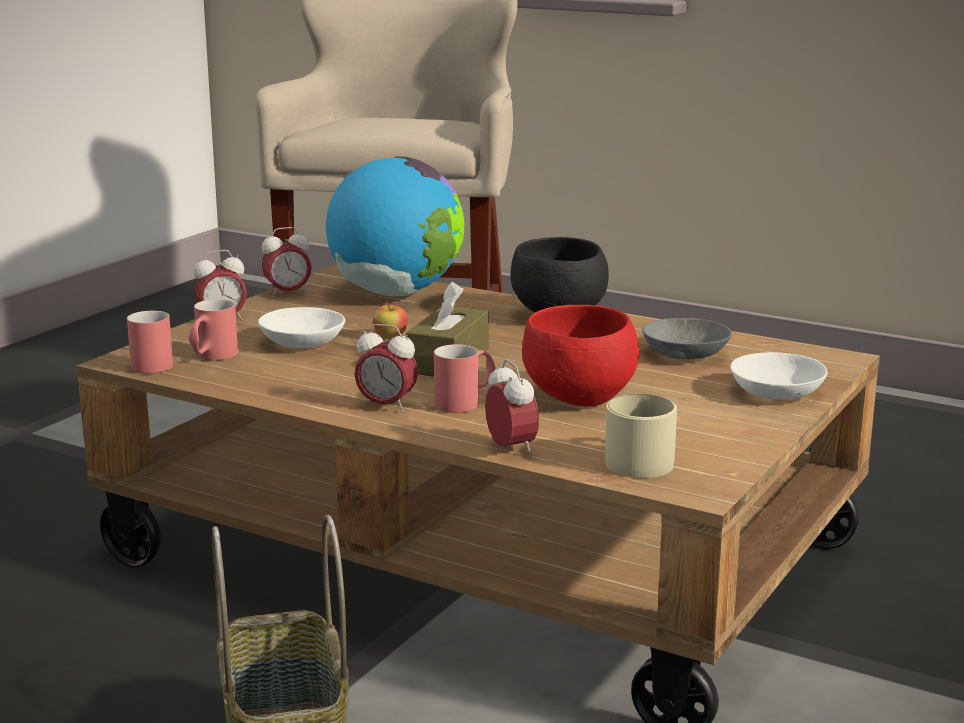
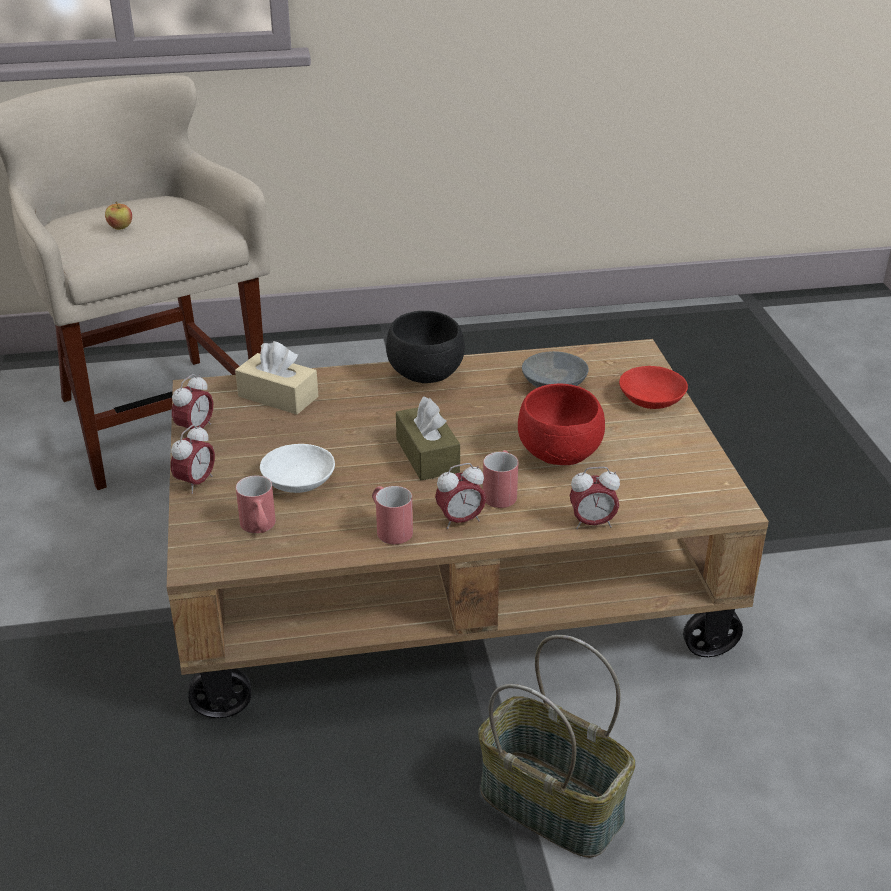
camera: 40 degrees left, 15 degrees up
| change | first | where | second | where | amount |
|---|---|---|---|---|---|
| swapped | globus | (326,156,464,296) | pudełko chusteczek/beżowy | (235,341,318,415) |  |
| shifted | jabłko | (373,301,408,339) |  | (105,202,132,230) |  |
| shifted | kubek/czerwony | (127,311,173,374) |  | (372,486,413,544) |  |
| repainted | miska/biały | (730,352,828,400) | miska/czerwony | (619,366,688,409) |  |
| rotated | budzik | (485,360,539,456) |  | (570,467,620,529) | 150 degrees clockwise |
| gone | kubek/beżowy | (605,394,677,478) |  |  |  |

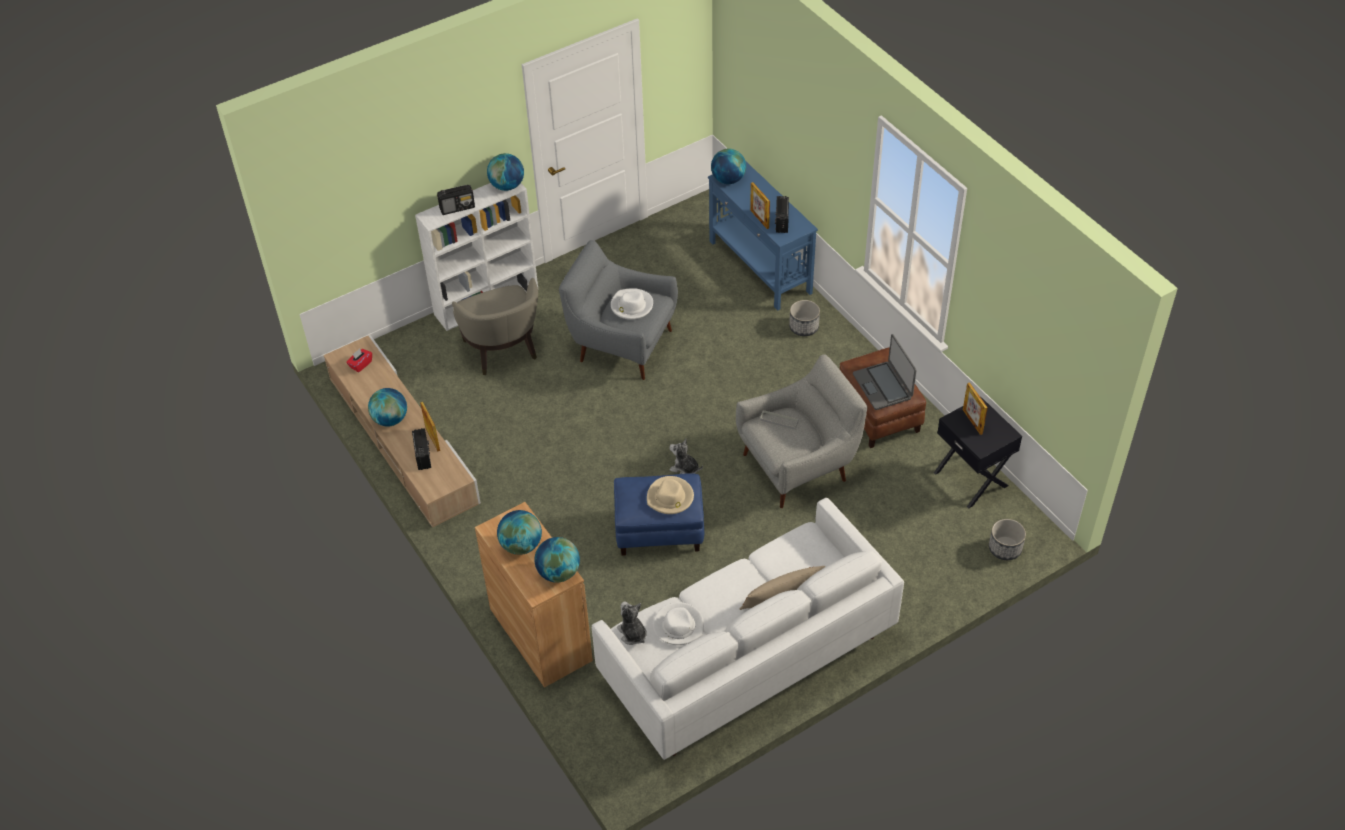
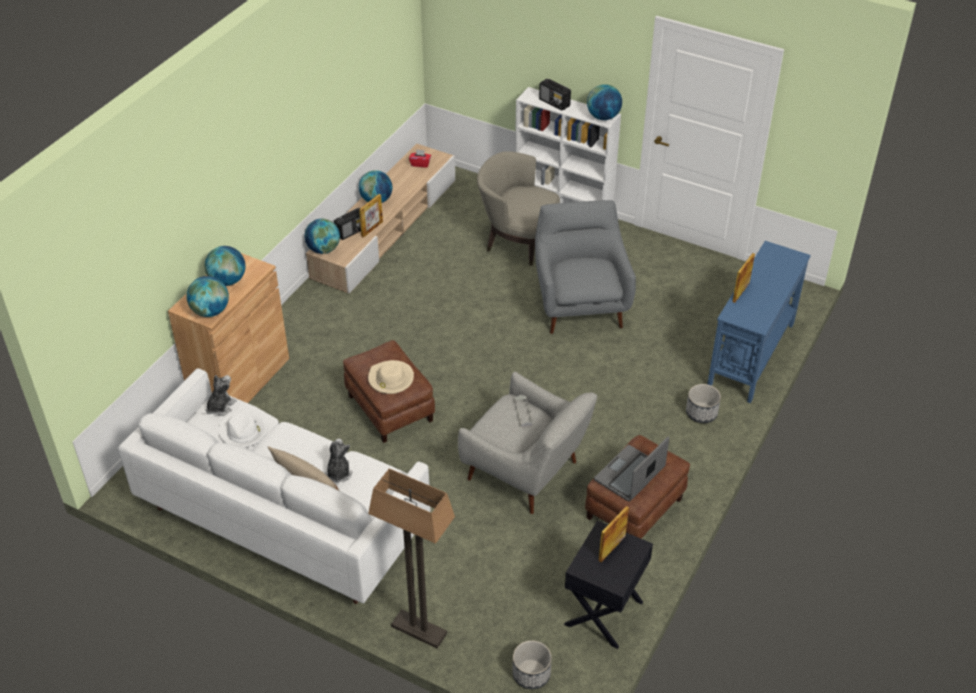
camera: 60 degrees right, 5 degrees down
| change | first | where | second | where | amount |
|---|---|---|---|---|---|
| shifted | globus | (711,149,746,184) |  | (305,219,340,254) |  |
| gone | radio | (775,196,789,233) |  |  |  |
| rotated | fotel/beżowy | (452,278,538,375) |  | (477,151,560,266) | 75 degrees clockwise |
| gone | kapelusz/biały | (611,288,653,320) |  |  |  |
| shifted | pluszak | (669,439,703,474) |  | (325,438,352,483) |  |
| repainted | pufa/niebieski | (614,473,704,556) | pufa/brązowy | (343,340,435,443) |  |
| new |  |  | lampa stojąca | (368,468,455,648) |  |

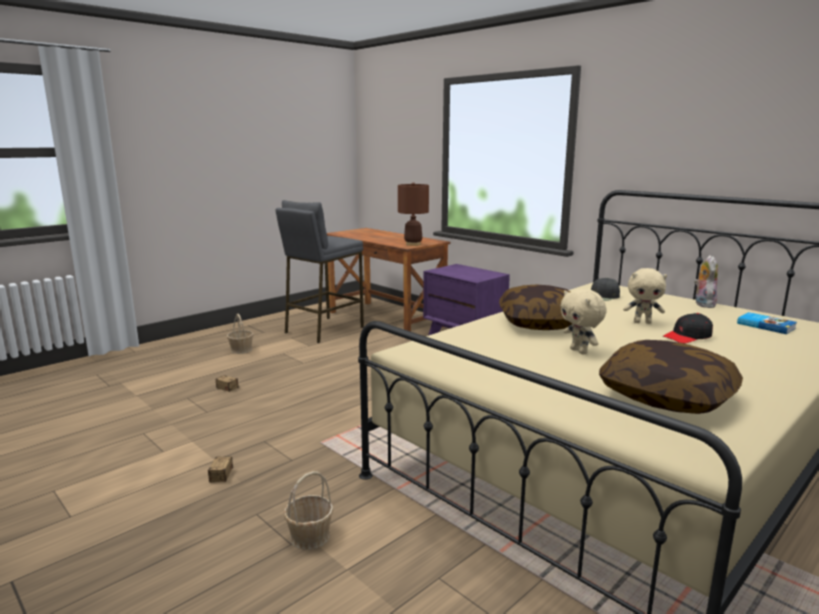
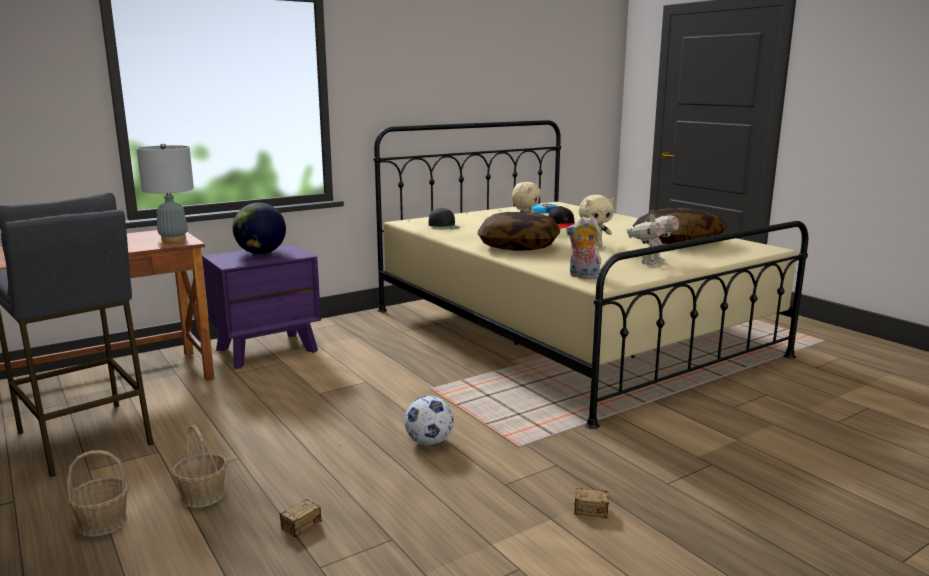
camera: 80 degrees left, 0 degrees up
| change | first | where | second | where | amount |
|---|---|---|---|---|---|
| repainted | lampa stołowa/brązowy | (398,182,429,246) | lampa stołowa/szary | (137,143,194,242) |  |
| shifted | pluszak | (694,255,718,308) |  | (566,217,601,279) |  |
| shifted | koszyk | (284,471,334,550) |  | (172,425,227,508) |  |
| new |  |  | globus | (233,203,286,254) |  |
| new |  |  | robot zabawkowy | (627,210,679,266) |  |
| new |  |  | piłka futbolowa | (404,396,454,446) |  |

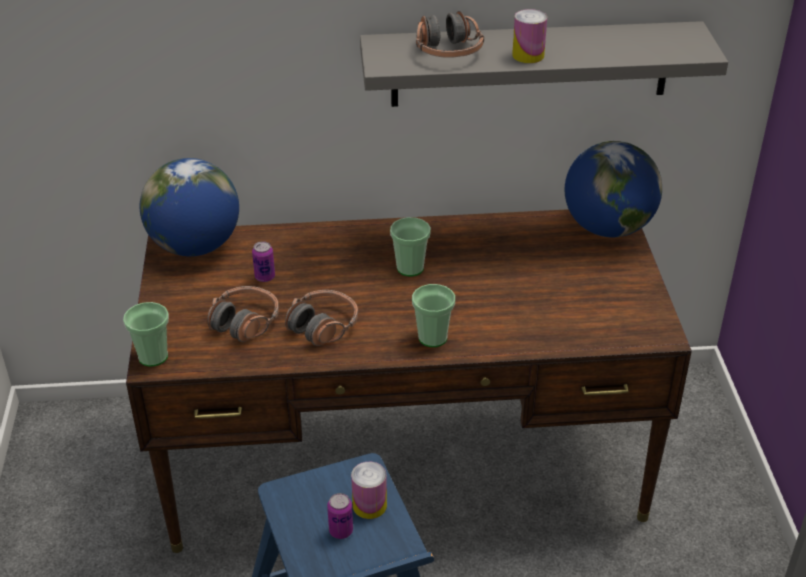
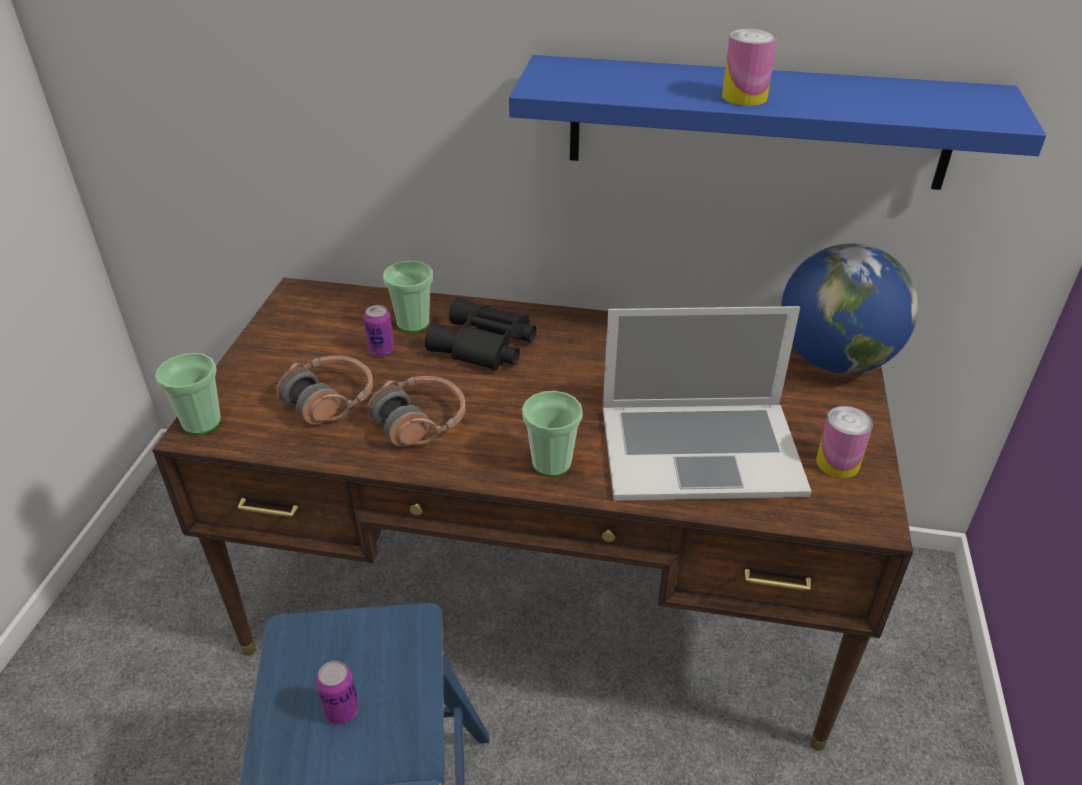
camera: 15 degrees right, 0 degrees up
| change | first | where | second | where | amount |
|---|---|---|---|---|---|
| gone | słuchawki | (416,11,484,58) |  |  |  |
| repainted | półka/szary | (360,21,728,107) | półka/niebieski | (509,55,1046,190) |  |
| gone | globus | (140,158,239,256) |  |  |  |
| shifted | filiżanka | (390,217,431,277) |  | (383,261,433,333) |  |
| shifted | puszka | (351,462,387,519) |  | (816,406,873,478) |  |
| new |  |  | lornetka/czarny | (425,297,536,371) |  |
| new |  |  | laptop | (603,306,812,501) |  |

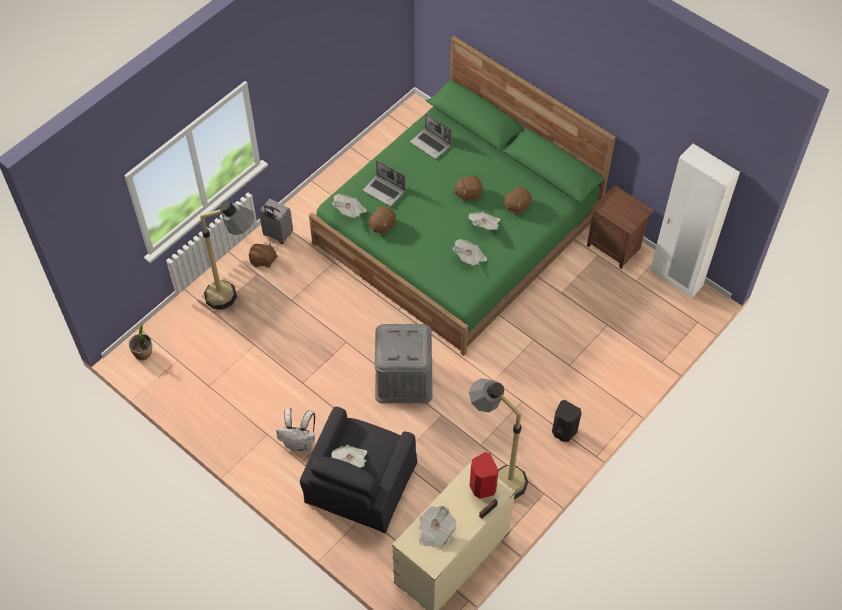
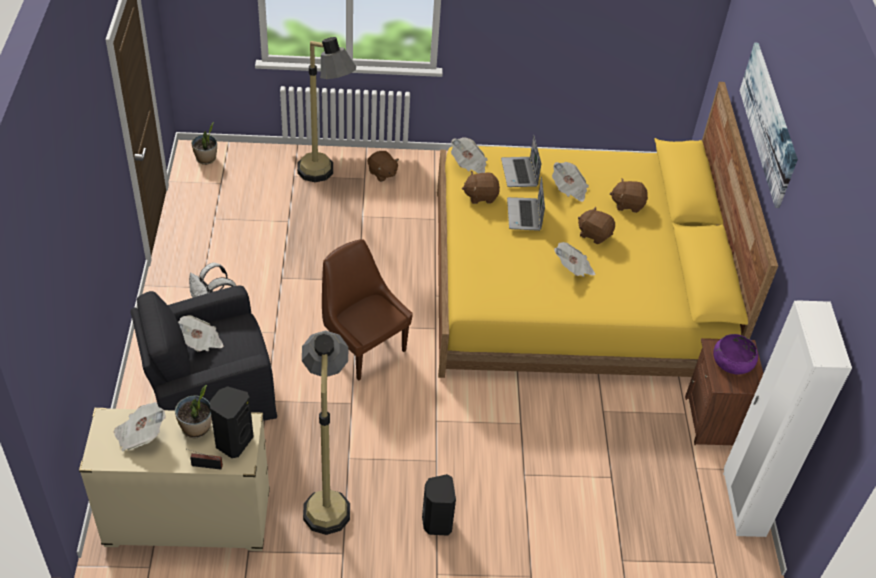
camera: 45 degrees right, 10 degrees down
| change | first | where | second | where | amount |
|---|---|---|---|---|---|
| repainted | łóżko/zielony | (309,36,616,356) | łóżko/żółty | (437,82,778,378) |  |
| shifted | laptop | (410,113,452,159) |  | (507,177,545,231) |  |
| shifted | pluszak/brązowy | (504,187,532,215) |  | (610,178,648,213) |  |
| gone | walizka/szary | (259,199,293,244) |  |  |  |
| shifted | gazeta | (453,239,487,266) |  | (552,162,589,202) |  |
| swapped | pojemnik do przechowywania/szary | (375,324,432,403) | krzesło/brązowy | (322,239,413,381) |  |
| repainted | głośnik/czerwony | (470,452,499,499) | głośnik/czarny | (210,386,254,458) |  |
| new |  |  | obraz | (740,43,798,208) |  |
| new |  |  | miska/fioletowy | (713,334,758,374) |  |
| new |  |  | roślina doniczkowa | (175,385,212,438) |  |

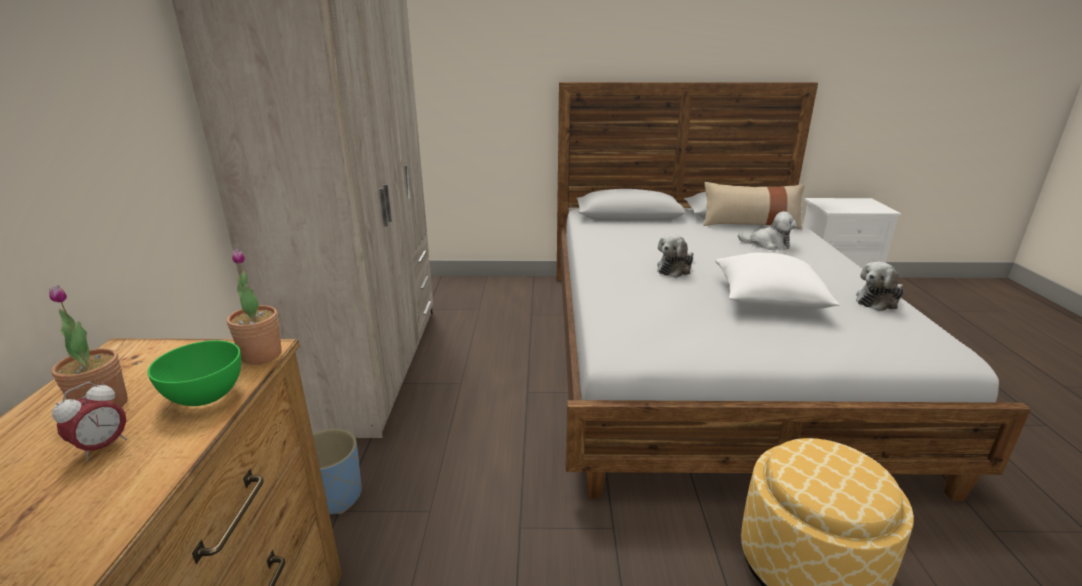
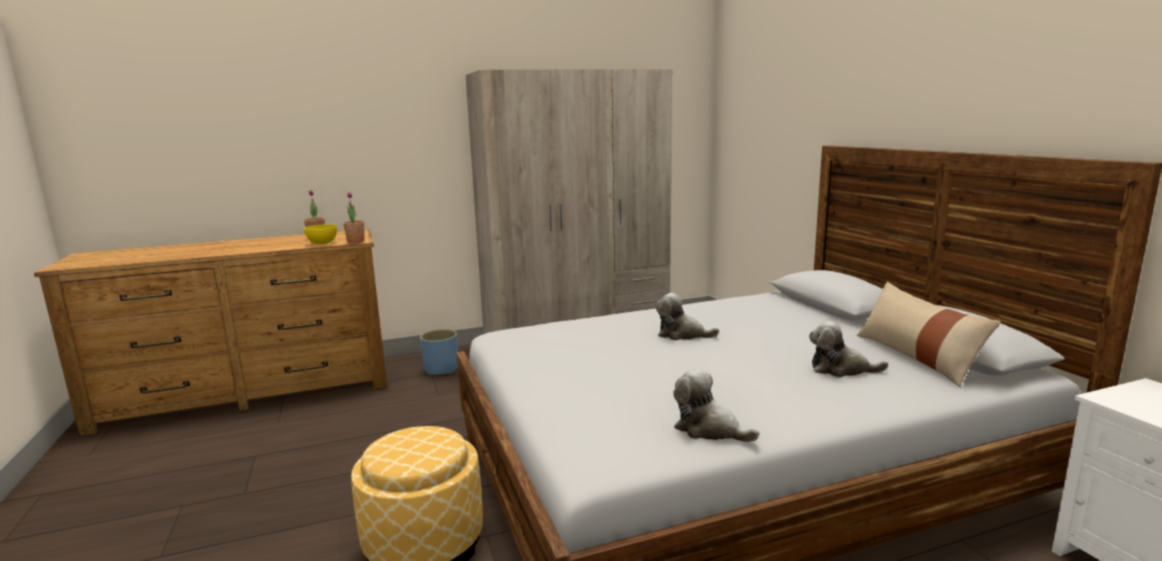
camera: 70 degrees right, 10 degrees down
| change | first | where | second | where | amount |
|---|---|---|---|---|---|
| rotated | pluszak | (738,211,797,250) |  | (809,321,888,377) | 105 degrees clockwise |
| gone | poduszka/biały | (715,253,840,309) |  |  |  |
| repainted | miska/zielony | (148,340,241,406) | miska/żółty | (304,224,337,245) |  |
| gone | budzik | (52,382,127,461) |  |  |  |

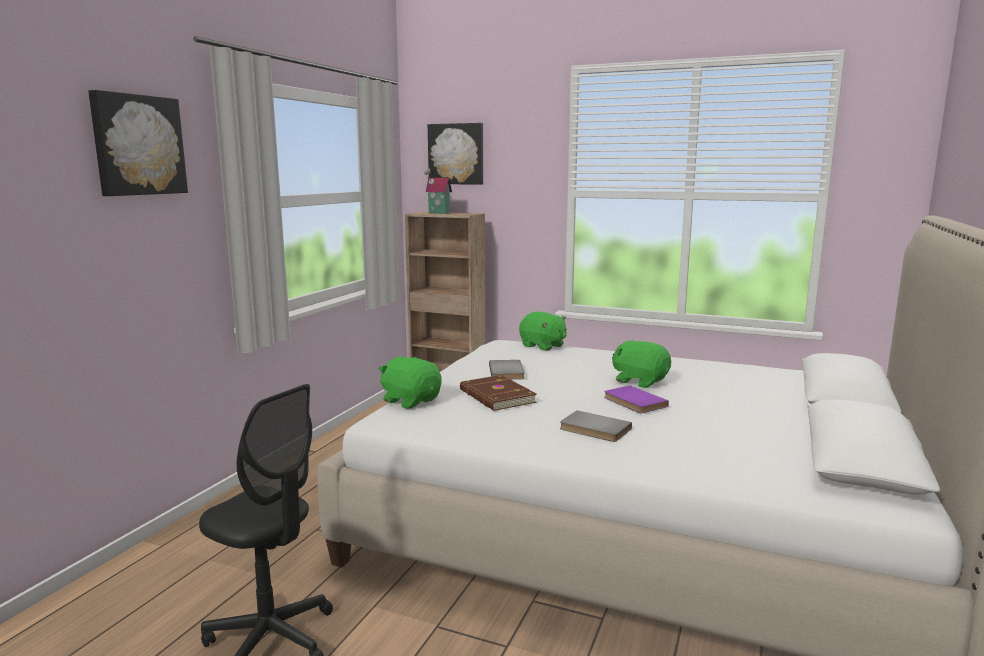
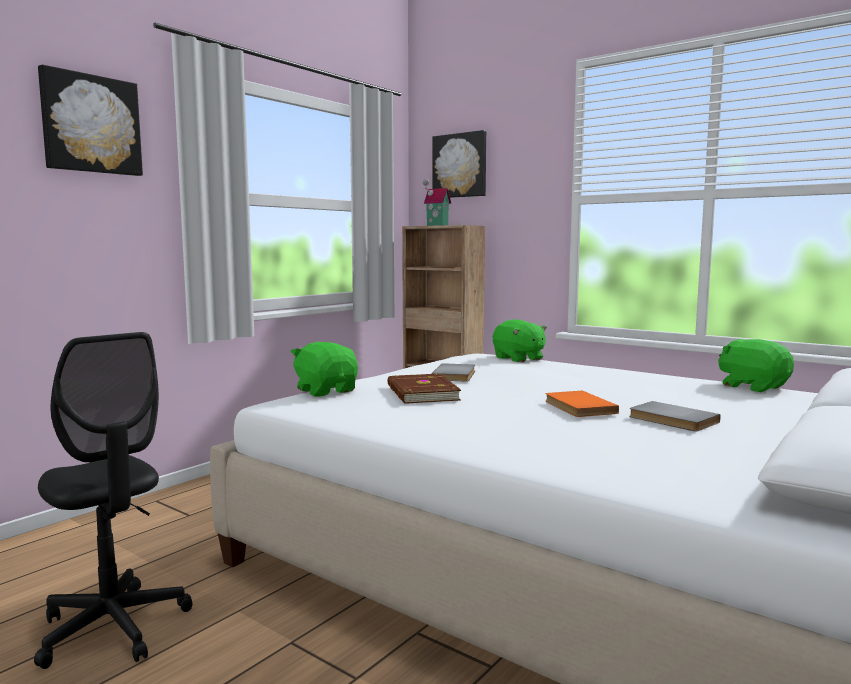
camera: 15 degrees right, 5 degrees down
| change | first | where | second | where | amount |
|---|---|---|---|---|---|
| shifted | pluszak/zielony | (612,340,671,388) |  | (718,339,794,392) |  |
| repainted | książka/fioletowy | (604,385,669,413) | książka/pomarańczowy | (546,391,619,417) |  |
| shifted | książka/szary | (560,410,632,442) |  | (629,401,720,431) |  |

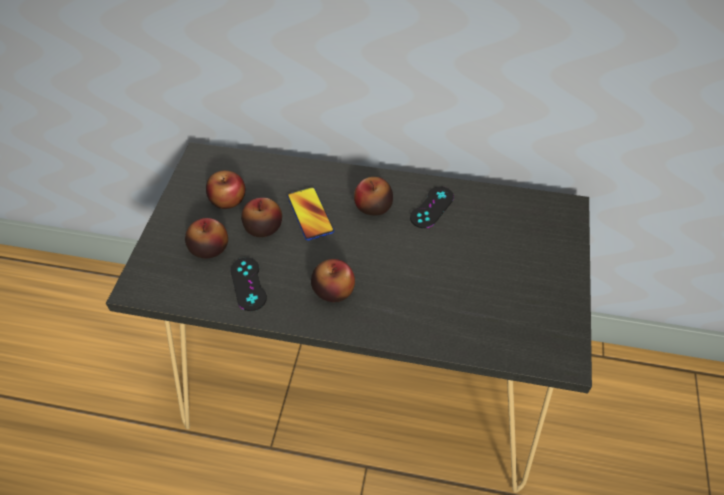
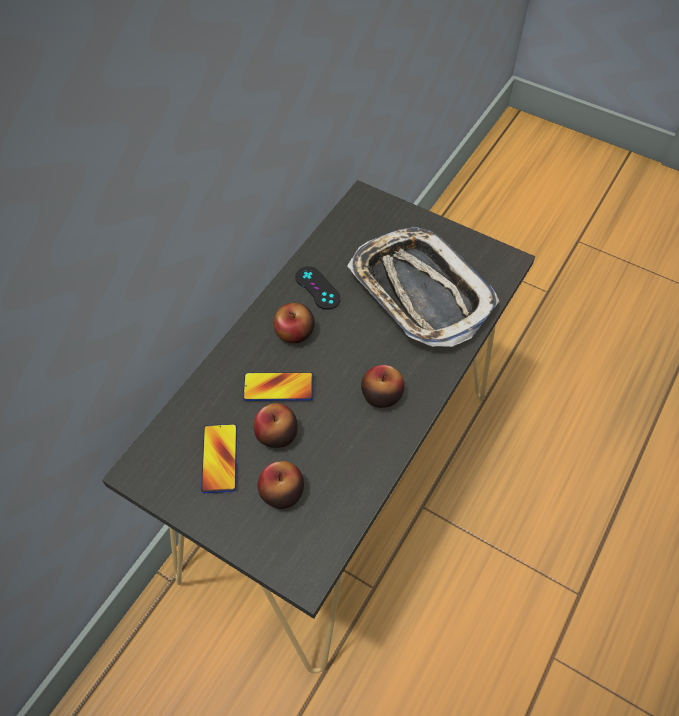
camera: 70 degrees left, 5 degrees up
| change | first | where | second | where | amount |
|---|---|---|---|---|---|
| swapped | jabłko | (206,170,245,209) | telefon | (201,424,237,493) |  |
| gone | pad do gier/czarny | (231,257,267,311) |  |  |  |
| new |  |  | taca | (347,227,499,347) |  |

